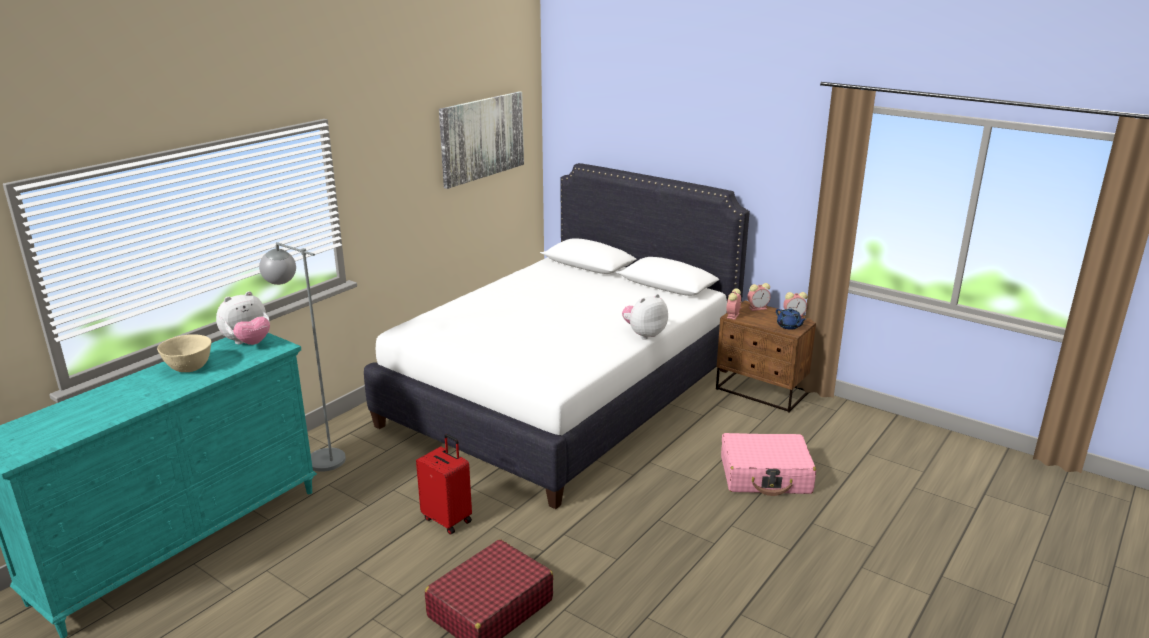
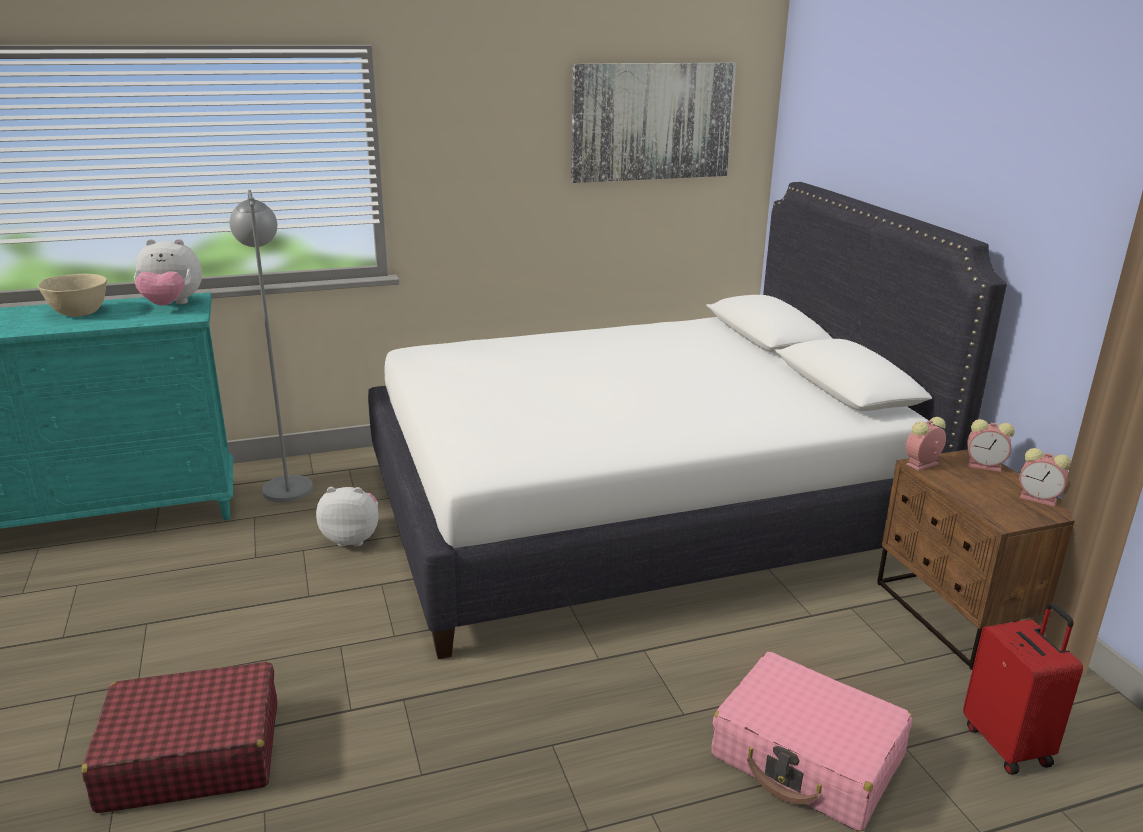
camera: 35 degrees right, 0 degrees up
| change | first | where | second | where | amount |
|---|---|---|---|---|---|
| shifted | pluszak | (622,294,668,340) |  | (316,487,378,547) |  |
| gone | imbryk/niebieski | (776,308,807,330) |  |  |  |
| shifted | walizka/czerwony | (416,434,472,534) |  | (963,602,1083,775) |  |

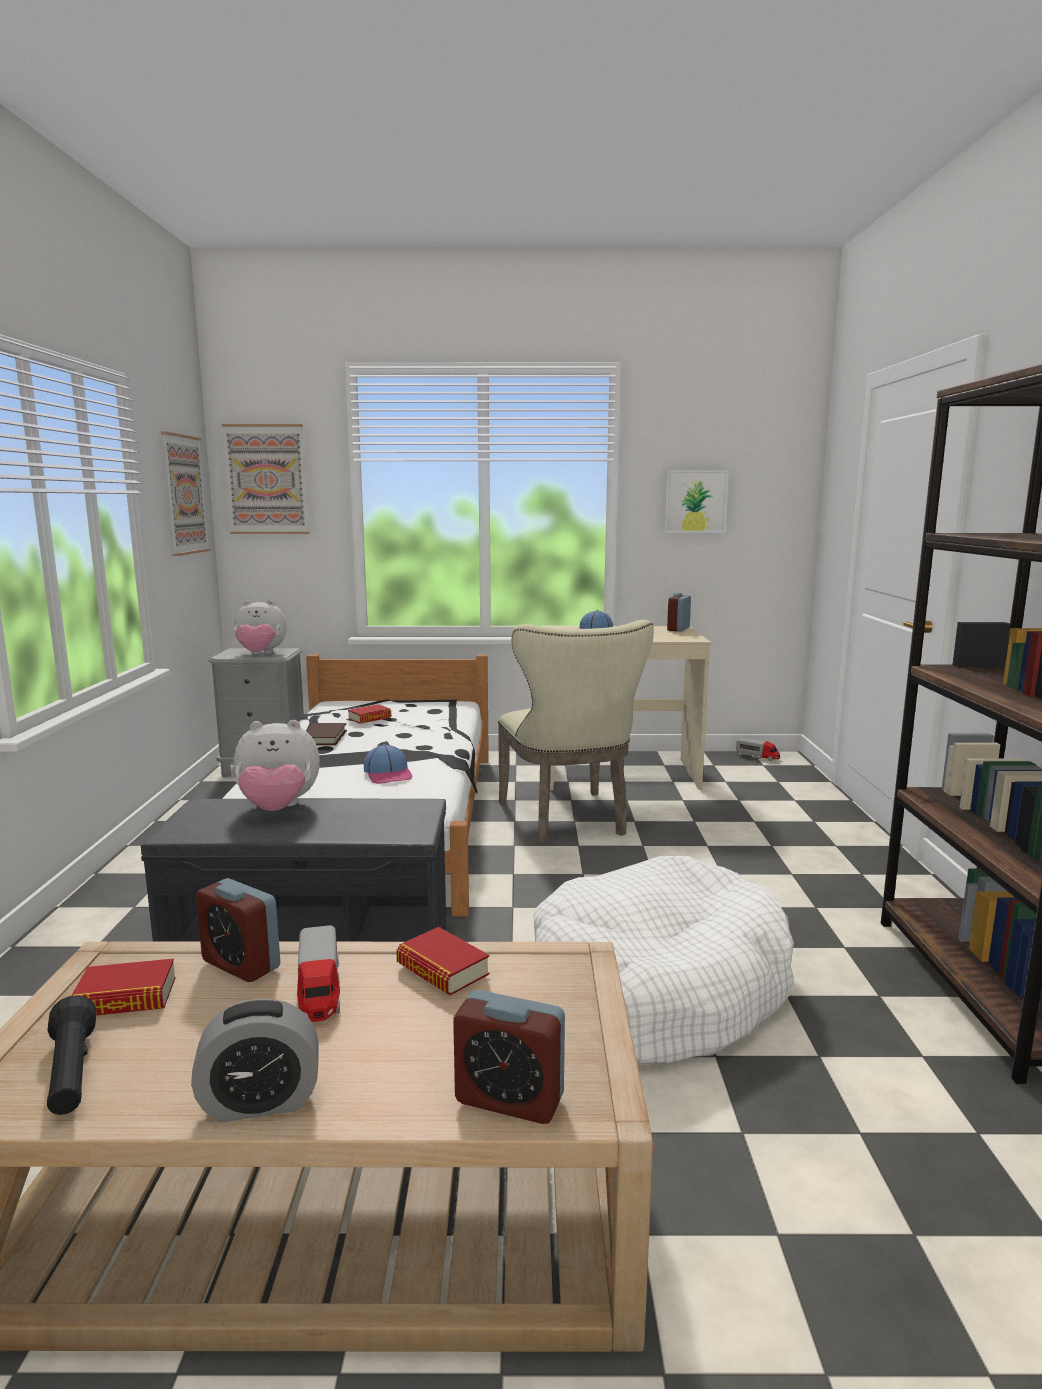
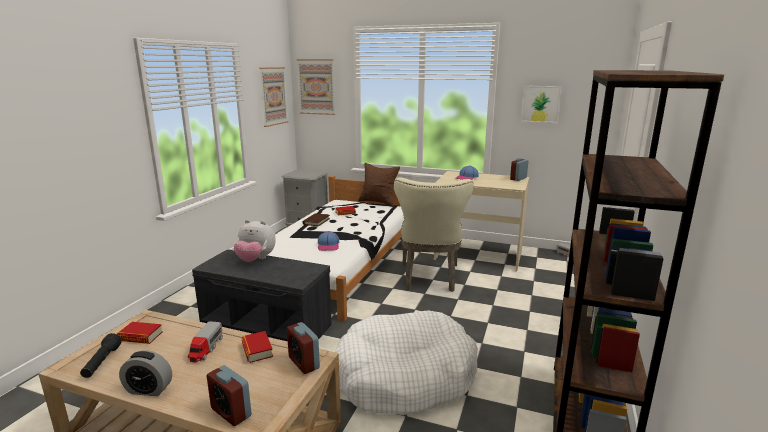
camera: 20 degrees right, 5 degrees up
| change | first | where | second | where | amount |
|---|---|---|---|---|---|
| gone | pluszak | (234,600,287,654) |  |  |  |
| shifted | budzik | (196,878,281,982) |  | (287,322,320,374) |  |
| new |  |  | poduszka/brązowy | (358,163,400,207) |  |

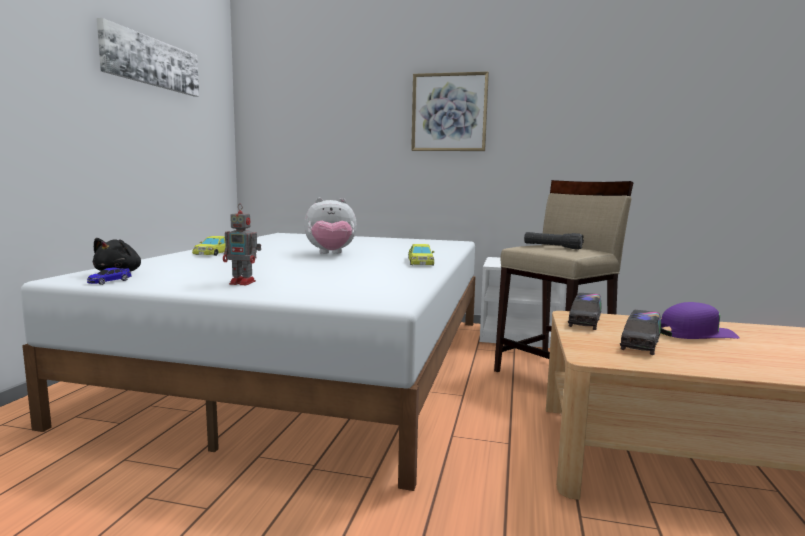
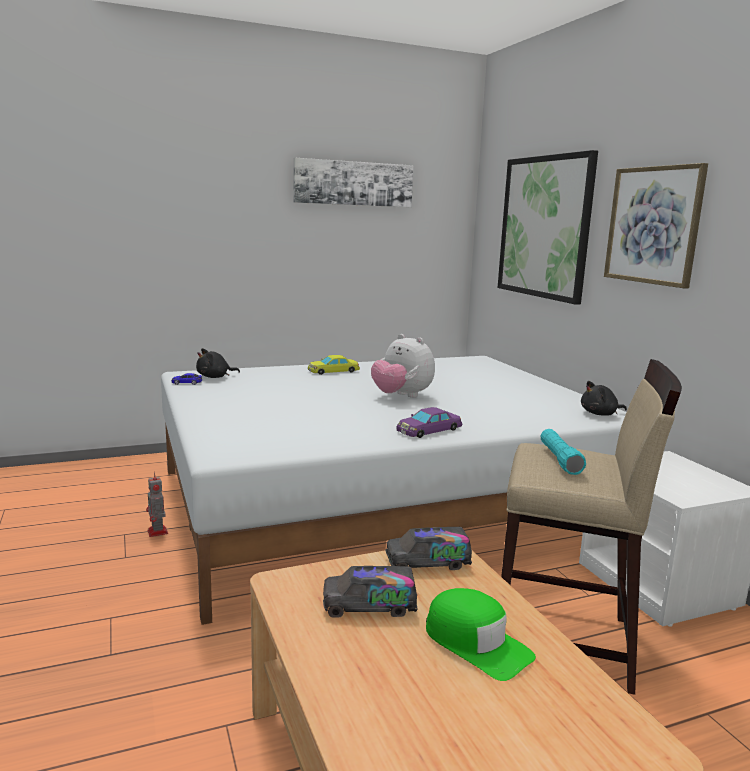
camera: 55 degrees right, 5 degrees up
| change | first | where | second | where | amount |
|---|---|---|---|---|---|
| shifted | robot zabawkowy | (223,205,261,285) |  | (146,472,168,537) |  |
| repainted | latarka/czarny | (524,232,584,249) | latarka/turkusowy | (541,429,586,475) |  |
| repainted | samochodzik/żółty | (408,244,434,265) | samochodzik/fioletowy | (397,407,462,438) |  |
| repainted | czapka z daszkiem/fioletowy | (661,302,740,339) | czapka z daszkiem/zielony | (426,588,536,681) |  |
| new |  |  | obraz | (497,150,598,305) |  |
| new |  |  | pluszak/czarny | (581,381,627,416) |  |

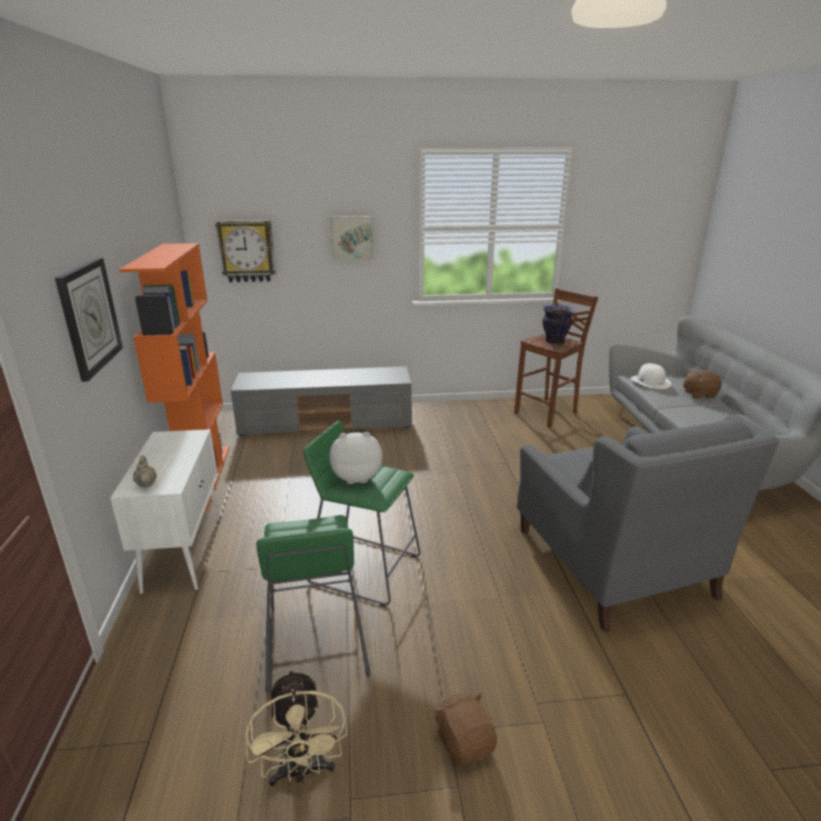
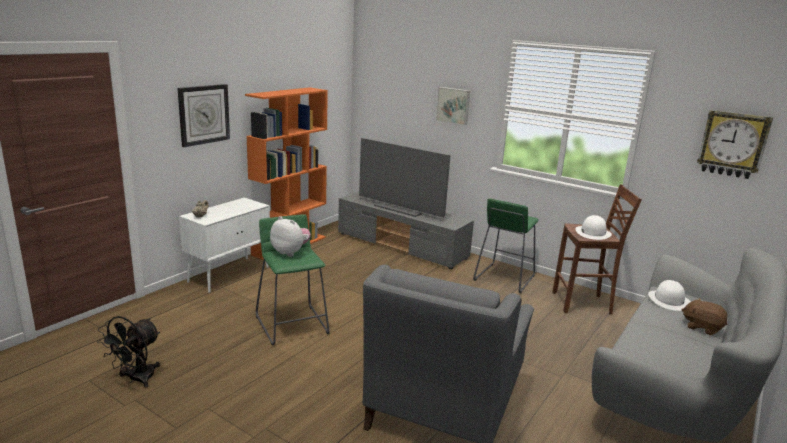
camera: 40 degrees right, 5 degrees down
| change | first | where | second | where | amount |
|---|---|---|---|---|---|
| shifted | zegar ścienny | (215,220,276,282) |  | (697,110,773,179) |  |
| swapped | wazon | (542,305,575,345) | kapelusz/biały | (575,215,612,240) |  |
| shifted | stołek/zielony | (256,515,371,693) |  | (473,199,539,293) |  |
| repainted | wentylator/beżowy | (246,669,348,786) | wentylator/czarny | (97,316,160,388) |  |
| gone | pluszak/brązowy | (433,693,497,766) |  |  |  |
| new |  |  | telewizor | (359,138,451,218) |  |

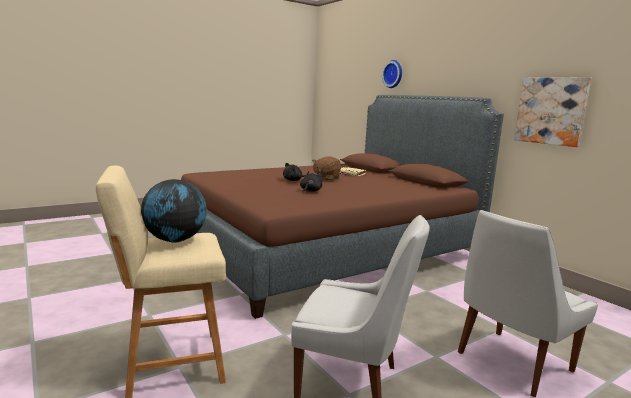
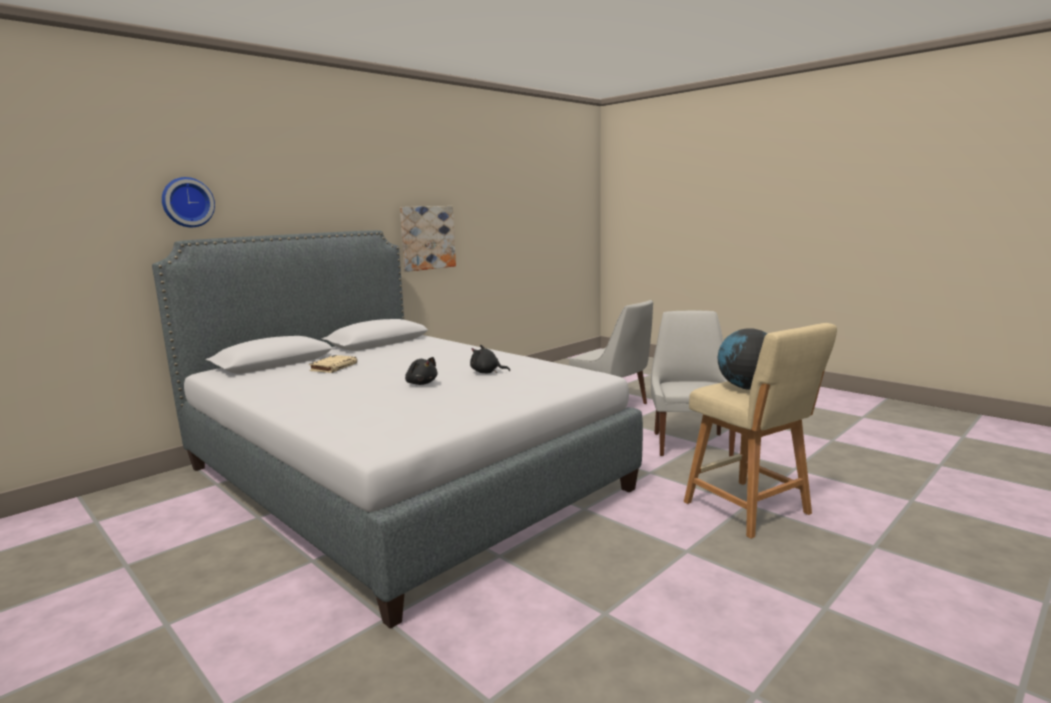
camera: 100 degrees left, 0 degrees up
| change | first | where | second | where | amount |
|---|---|---|---|---|---|
| repainted | łóżko/brązowy | (181,95,504,319) | łóżko/szary | (152,230,643,629) |  |
| gone | pluszak/brązowy | (312,156,341,181) |  |  |  |

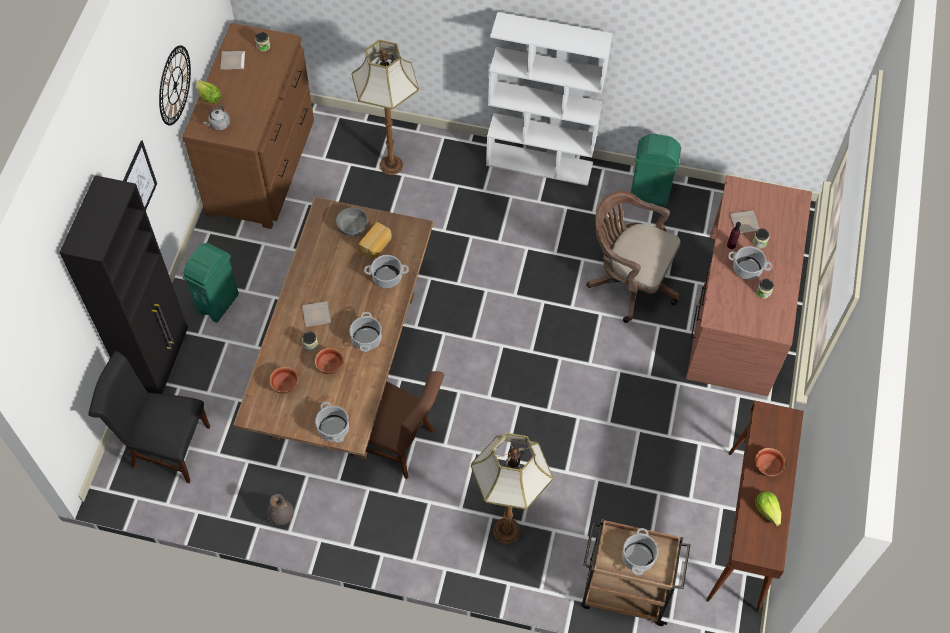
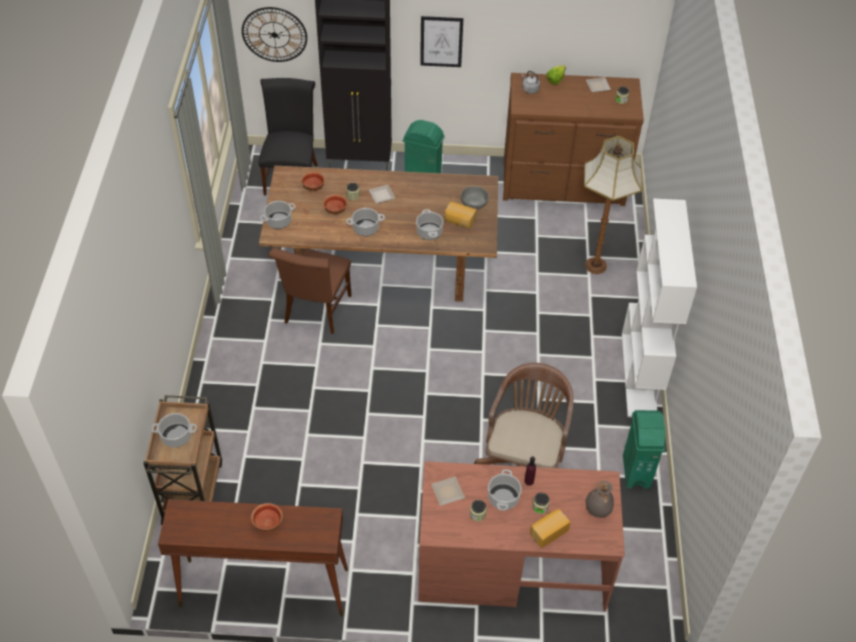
camera: 80 degrees right, 10 degrees down
| change | first | where | second | where | amount |
|---|---|---|---|---|---|
| shifted | zegar ścienny | (159,45,191,126) |  | (242,7,307,62) |  |
| shifted | talerz | (730,210,760,233) |  | (431,476,465,506) |  |
| gone | lampa stojąca | (471,433,553,544) |  |  |  |
| gone | sałata | (755,491,781,526) |  |  |  |
| shifted | wazon/szary | (267,494,294,525) |  | (586,481,614,518) |  |
| new |  |  | chleb | (530,509,571,548) |  |

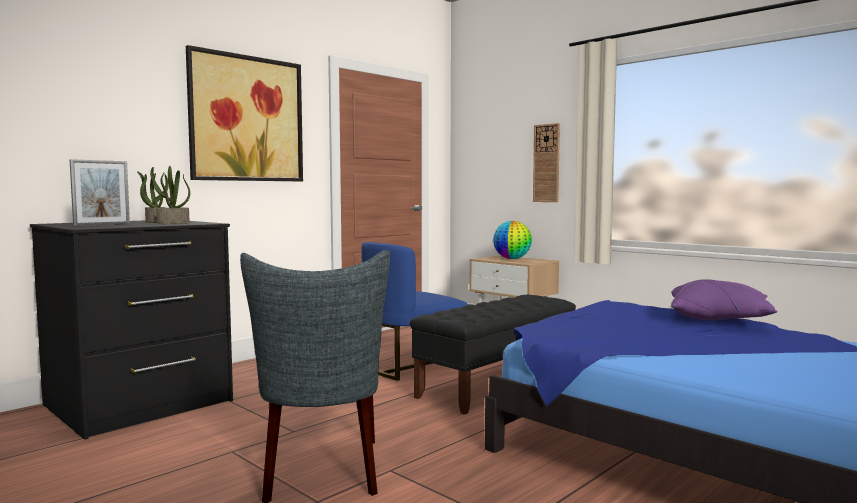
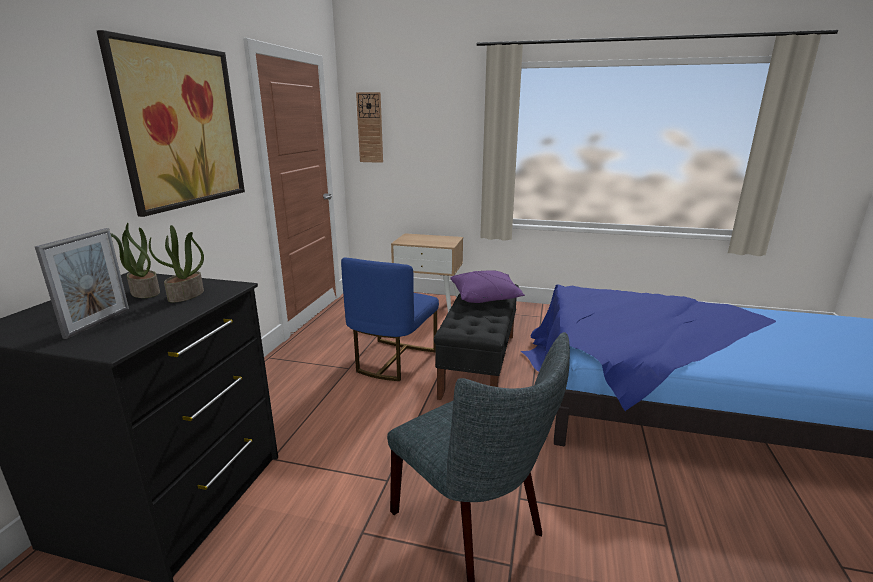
camera: 30 degrees left, 15 degrees up
| change | first | where | second | where | amount |
|---|---|---|---|---|---|
| shifted | zegar ścienny | (533,123,560,202) |  | (356,92,383,163) |  |
| gone | globus | (493,221,532,259) |  |  |  |
| shifted | poduszka/fioletowy | (671,279,778,320) |  | (450,270,525,303) |  |

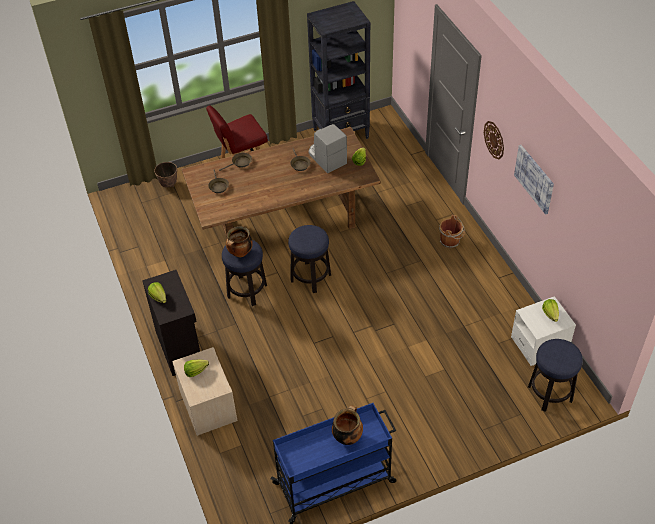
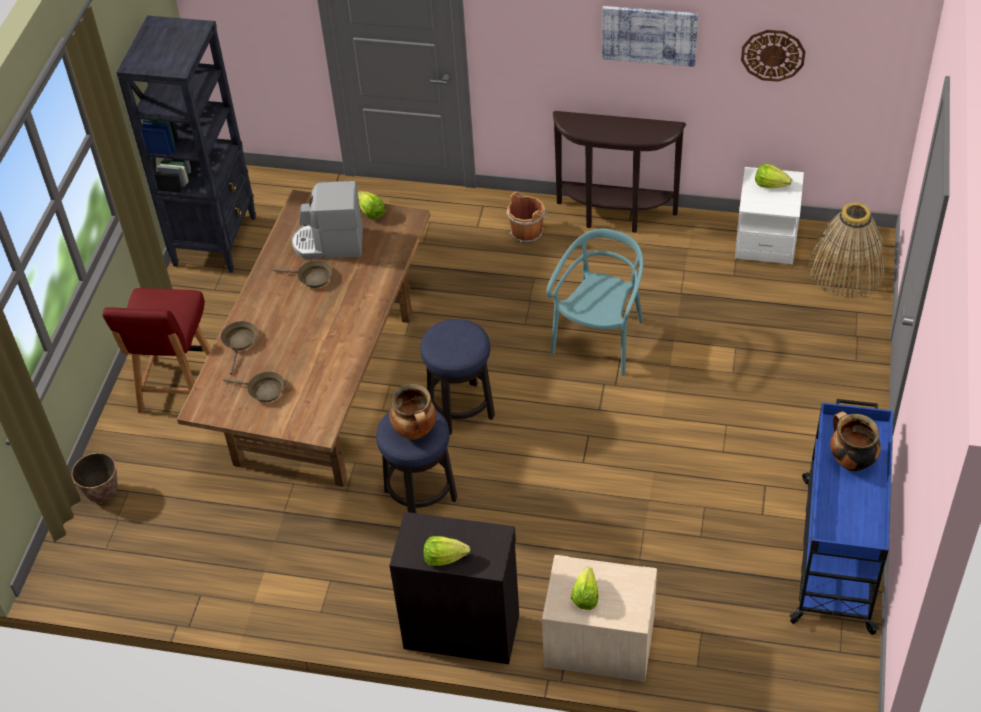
camera: 55 degrees left, 0 degrees up
| change | first | where | second | where | amount |
|---|---|---|---|---|---|
| shifted | zegar ścienny | (484,121,504,159) |  | (741,30,806,82) |  |
| swapped | stołek | (528,339,583,412) | koszyk | (808,203,885,298) |  |
| new |  |  | stolik konsolowy/brązowy | (553,111,686,233) |  |
| new |  |  | krzesło/turkusowy | (546,229,643,376) |  |

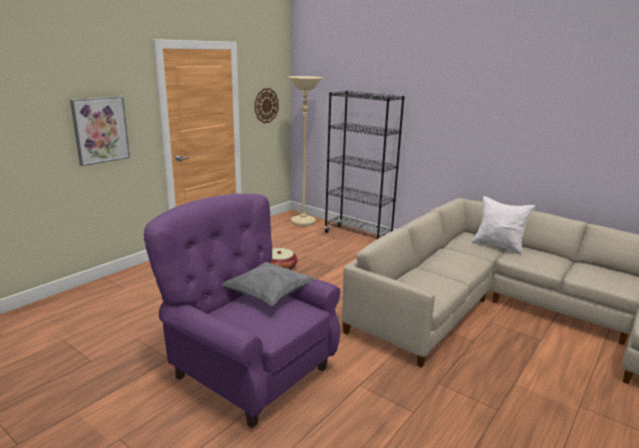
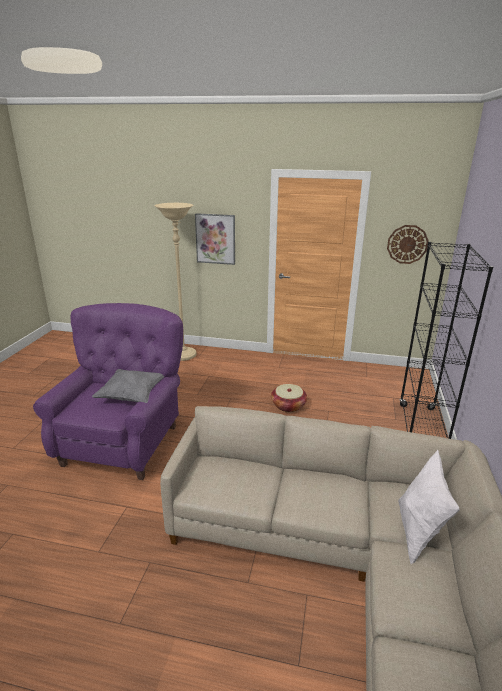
camera: 65 degrees right, 5 degrees up
| change | first | where | second | where | amount |
|---|---|---|---|---|---|
| shifted | lampa stojąca/beżowy | (288,76,323,226) |  | (155,203,196,361) |  |

